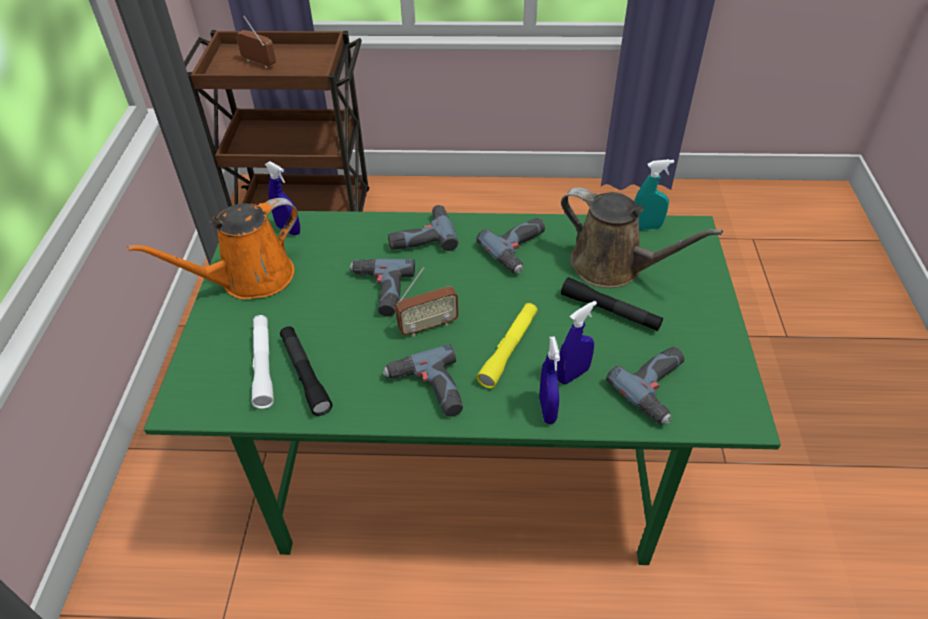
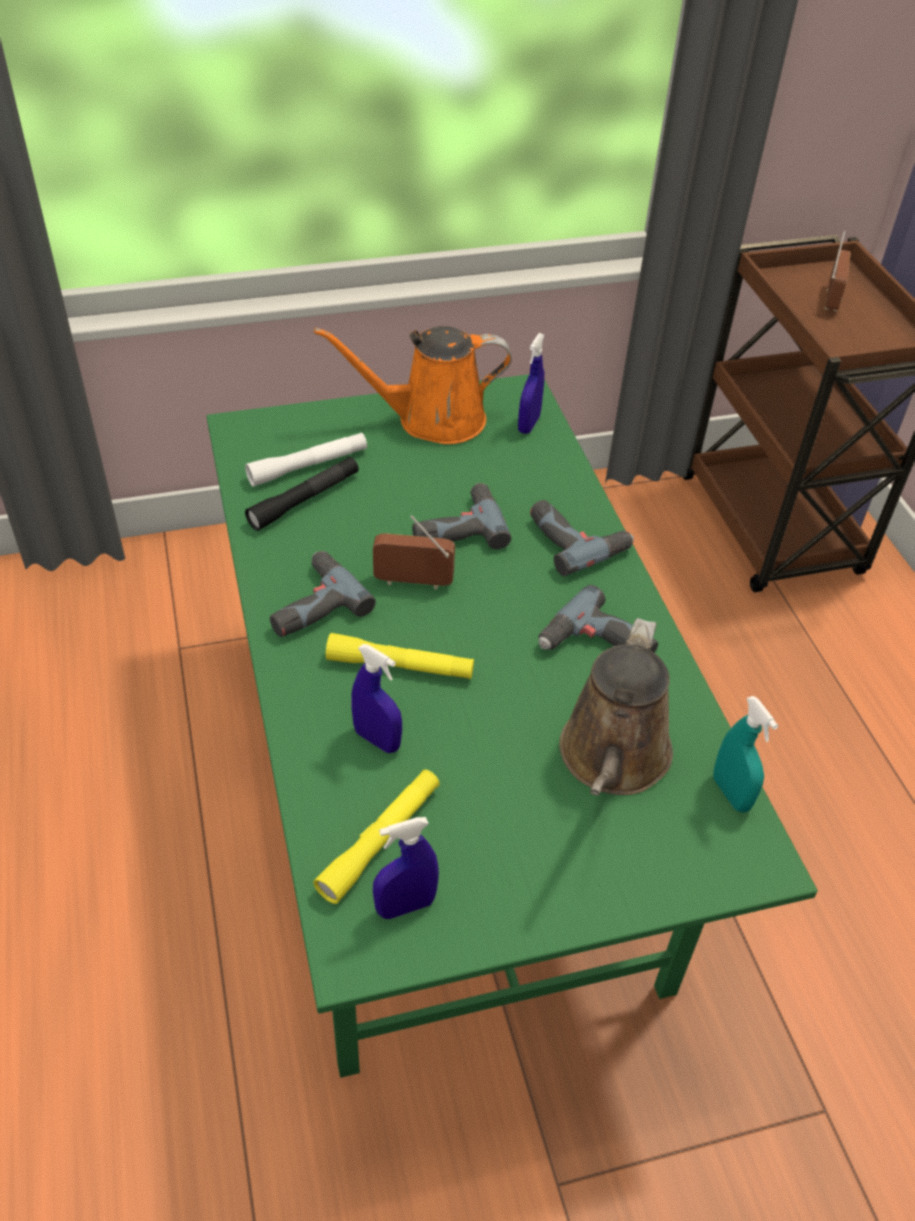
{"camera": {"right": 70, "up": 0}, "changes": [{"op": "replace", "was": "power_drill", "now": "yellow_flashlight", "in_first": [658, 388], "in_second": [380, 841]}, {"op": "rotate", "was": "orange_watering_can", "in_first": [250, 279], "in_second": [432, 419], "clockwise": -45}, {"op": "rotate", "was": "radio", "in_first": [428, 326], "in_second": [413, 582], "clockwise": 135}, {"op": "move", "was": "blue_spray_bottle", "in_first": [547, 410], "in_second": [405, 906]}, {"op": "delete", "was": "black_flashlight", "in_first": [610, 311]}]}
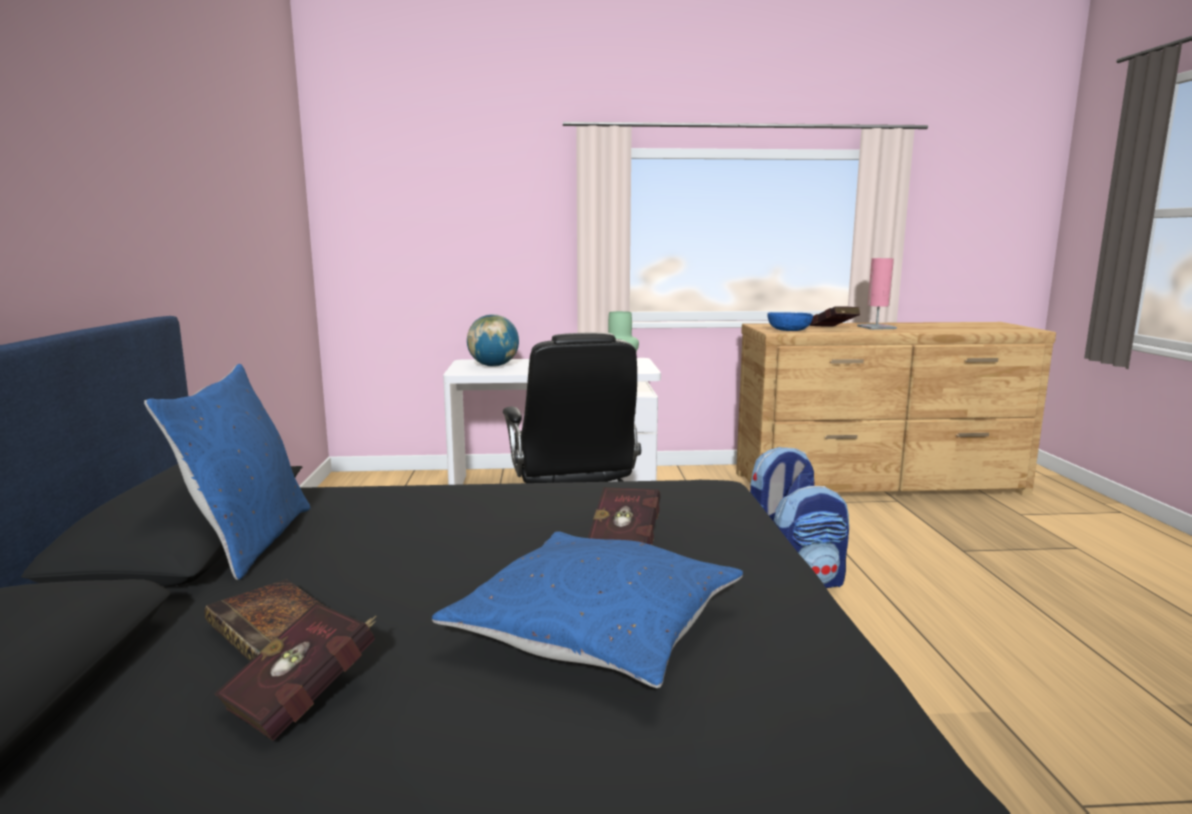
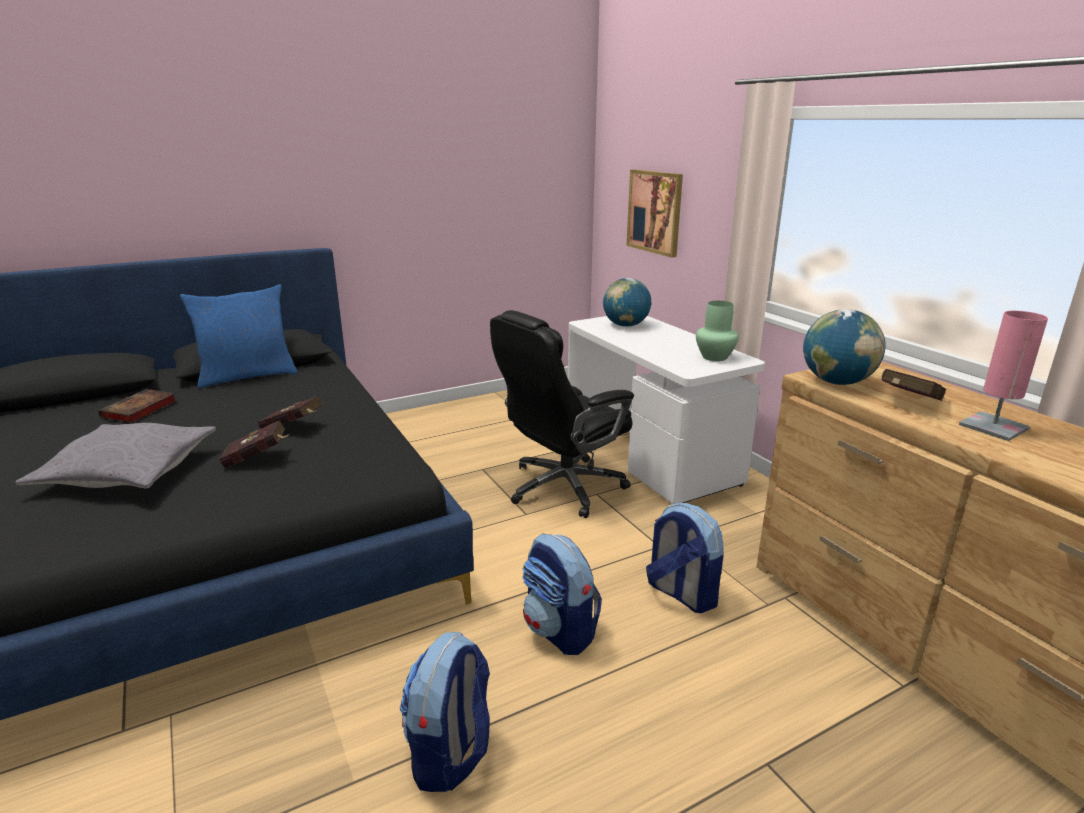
{"camera": {"right": 65, "up": 10}, "changes": [{"op": "recolor", "was": "blue_pillow", "now": "grey_pillow", "in_first": [597, 627], "in_second": [128, 471]}, {"op": "move", "was": "red_book", "in_first": [307, 697], "in_second": [295, 427]}, {"op": "insert", "now": "backpack", "in_second": [450, 754]}, {"op": "insert", "now": "picture", "in_second": [655, 212]}, {"op": "replace", "was": "blue_bowl", "now": "globe", "in_first": [789, 330], "in_second": [837, 382]}]}
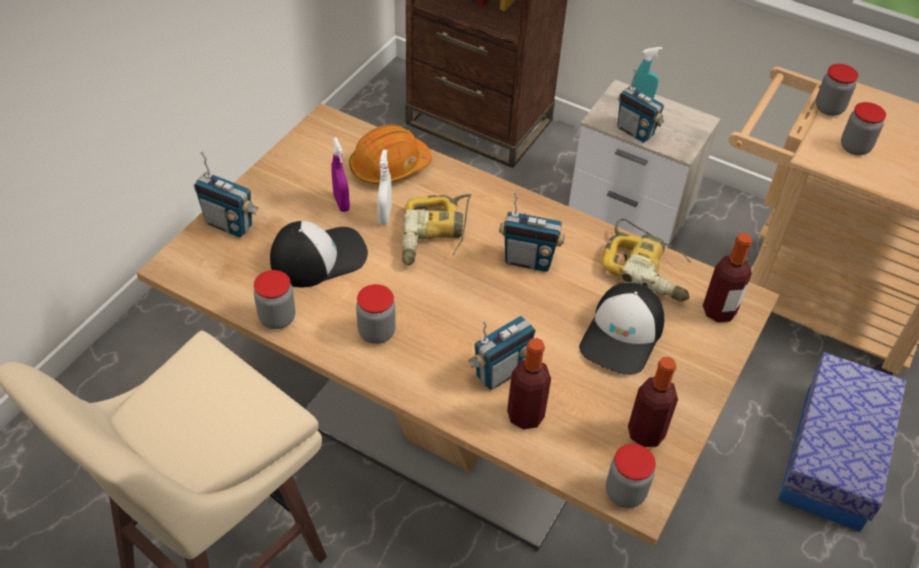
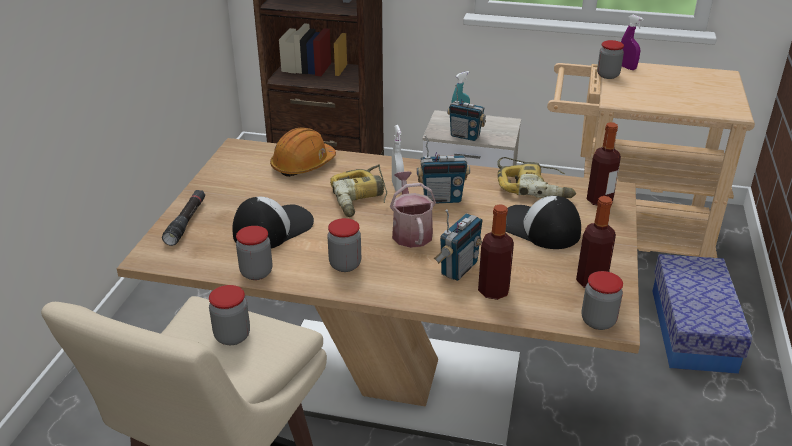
{"camera": {"right": -15, "up": -15}, "changes": [{"op": "replace", "was": "radio", "now": "black_flashlight", "in_first": [229, 224], "in_second": [186, 222]}, {"op": "move", "was": "jar", "in_first": [855, 147], "in_second": [232, 336]}, {"op": "insert", "now": "watering_can", "in_second": [411, 231]}, {"op": "move", "was": "white_spray_bottle", "in_first": [384, 215], "in_second": [397, 187]}, {"op": "rotate", "was": "cap", "in_first": [622, 336], "in_second": [539, 228], "clockwise": 120}, {"op": "move", "was": "purple_spray_bottle", "in_first": [341, 203], "in_second": [626, 67]}]}
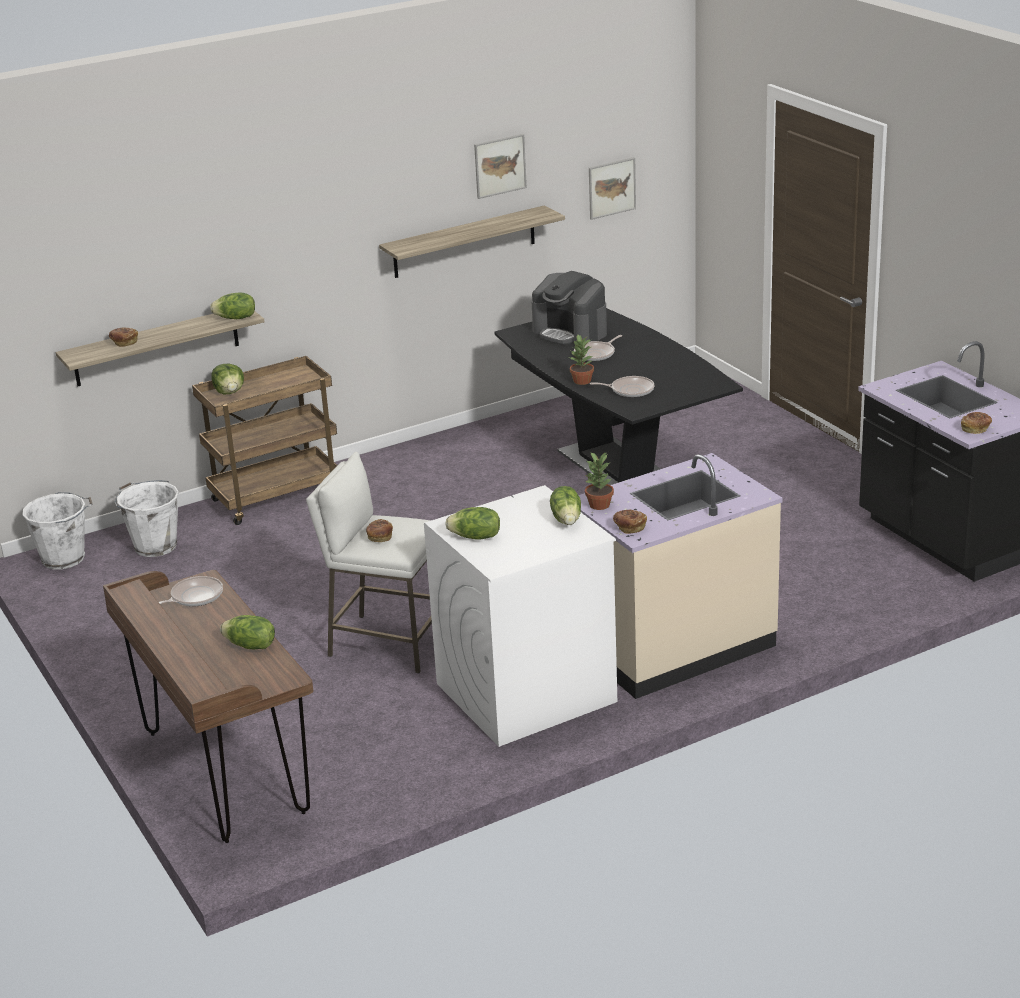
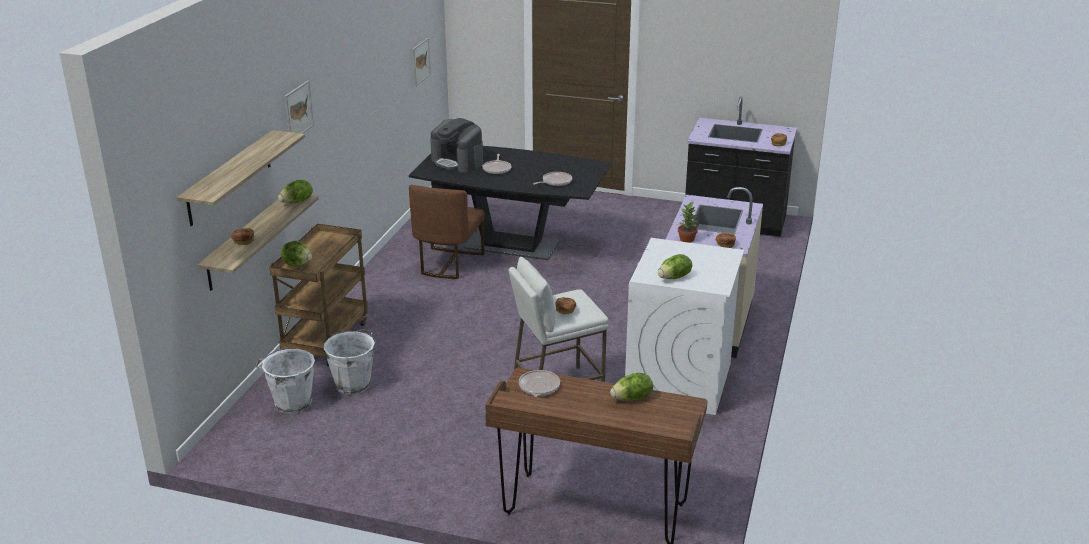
{"camera": {"right": -45, "up": 0}, "changes": [{"op": "move", "was": "shelf", "in_first": [464, 242], "in_second": [229, 178]}, {"op": "move", "was": "picture", "in_first": [500, 166], "in_second": [298, 111]}, {"op": "move", "was": "white_bucket", "in_first": [65, 558], "in_second": [354, 384]}, {"op": "insert", "now": "brown_chair", "in_second": [448, 263]}, {"op": "rotate", "was": "coffee_machine", "in_first": [570, 332], "in_second": [457, 162], "clockwise": 45}, {"op": "delete", "was": "lettuce", "in_first": [567, 519]}, {"op": "delete", "was": "potted_plant", "in_first": [582, 381]}]}
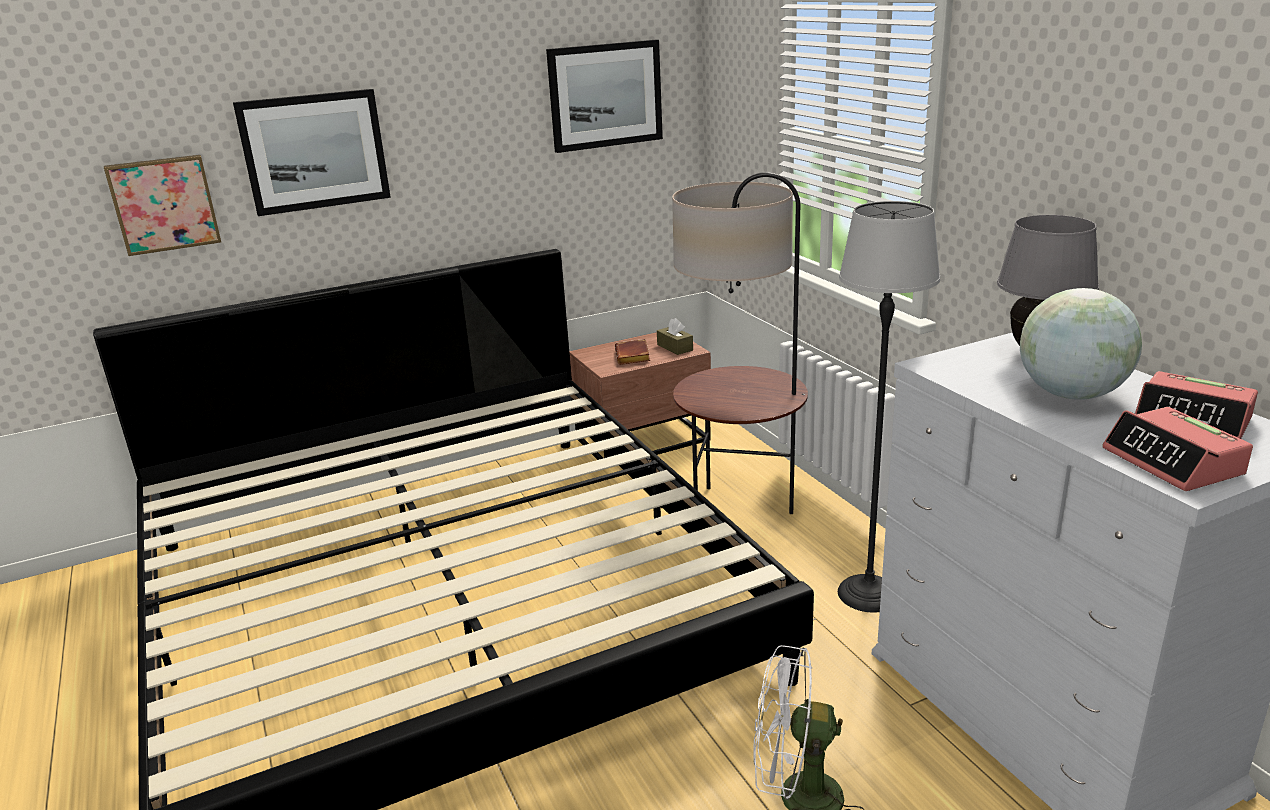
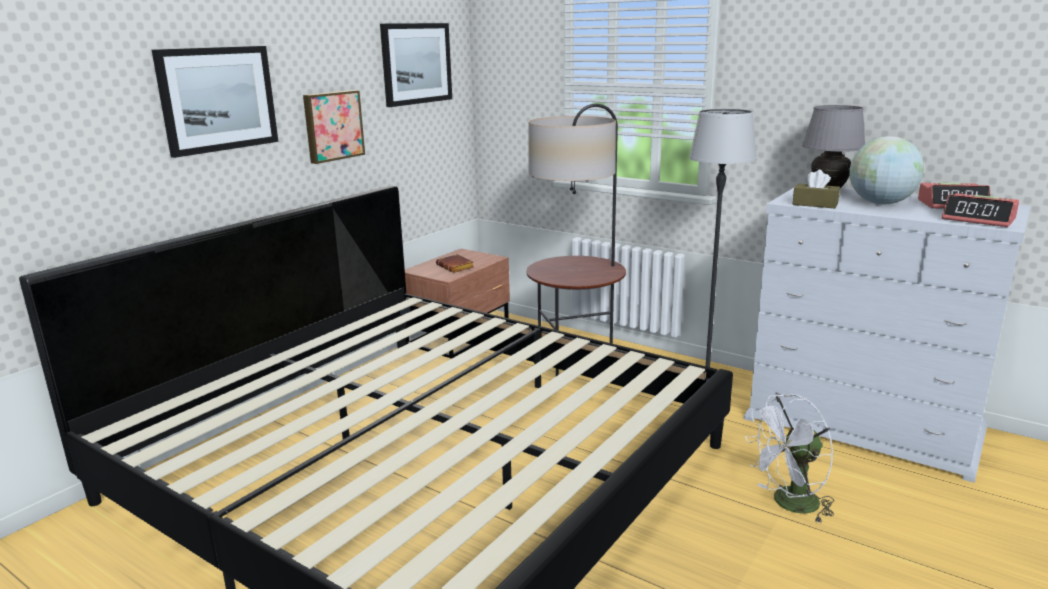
{"camera": {"right": -30, "up": -5}, "changes": [{"op": "move", "was": "picture", "in_first": [164, 204], "in_second": [332, 126]}, {"op": "move", "was": "brown_tissue_box", "in_first": [675, 347], "in_second": [815, 204]}]}
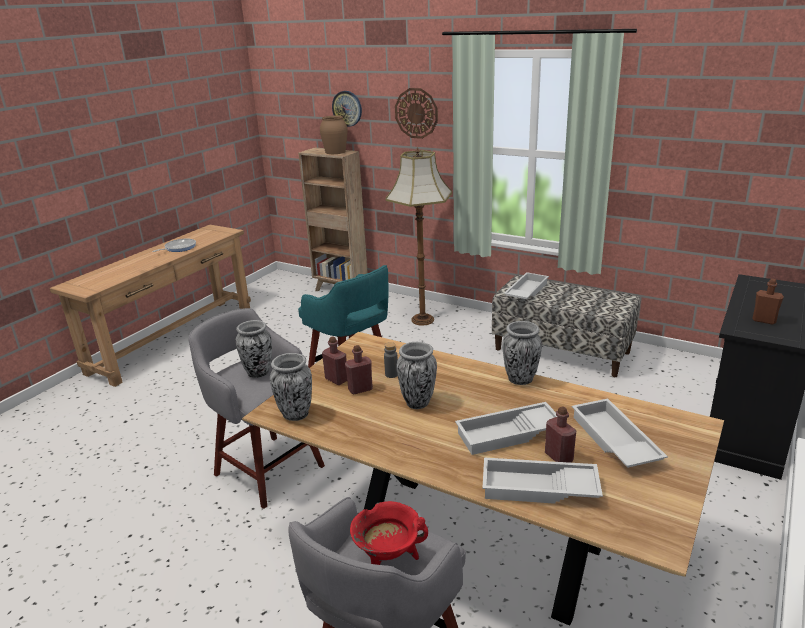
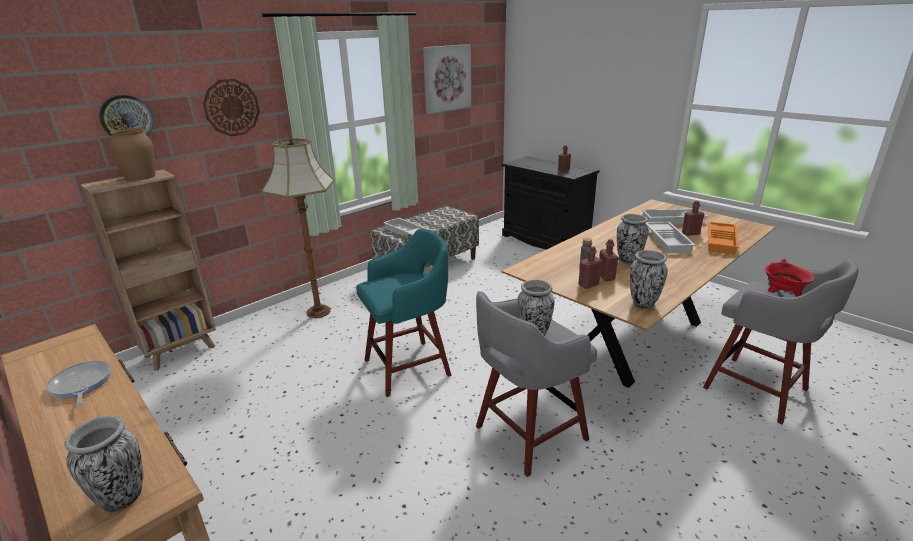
{"camera": {"right": -75, "up": 0}, "changes": [{"op": "move", "was": "vase", "in_first": [520, 379], "in_second": [122, 498]}, {"op": "insert", "now": "picture", "in_second": [446, 78]}, {"op": "recolor", "was": "white_tray", "now": "orange_tray", "in_first": [538, 489], "in_second": [722, 242]}]}
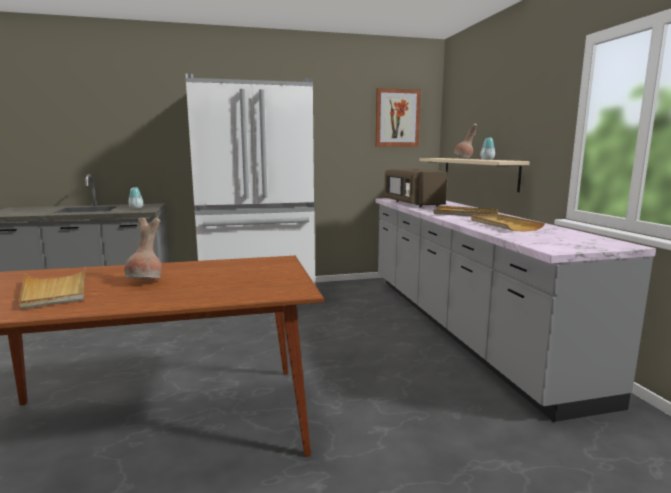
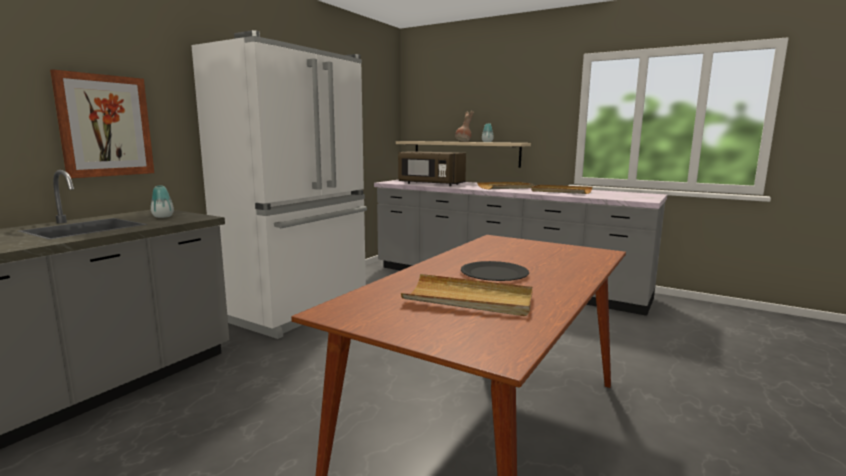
{"camera": {"right": -45, "up": 0}, "changes": [{"op": "move", "was": "picture", "in_first": [397, 118], "in_second": [105, 126]}, {"op": "replace", "was": "brown_vase", "now": "black_plate", "in_first": [146, 281], "in_second": [494, 273]}]}
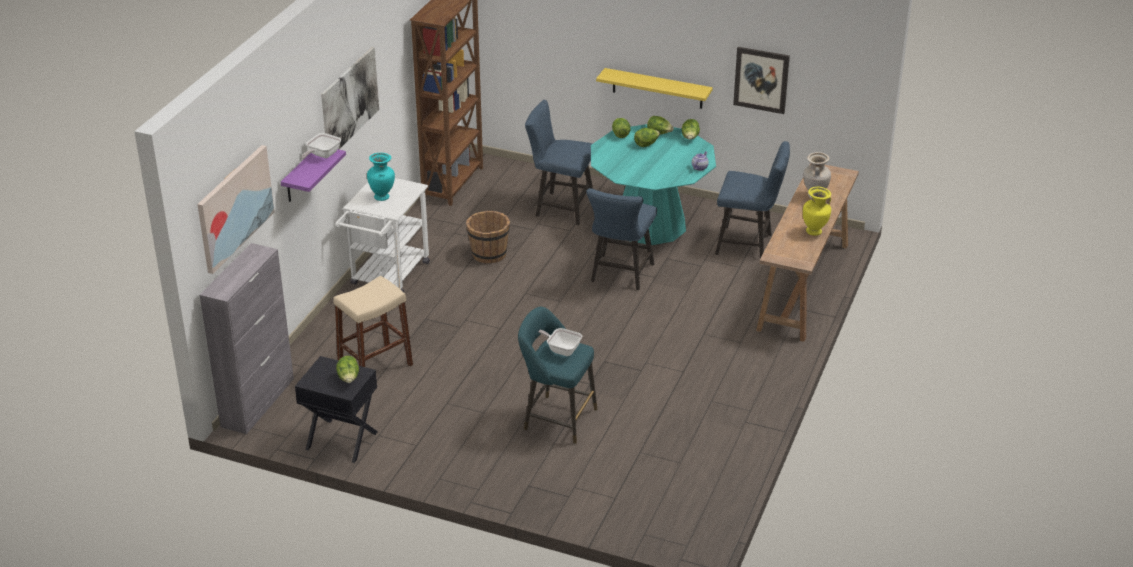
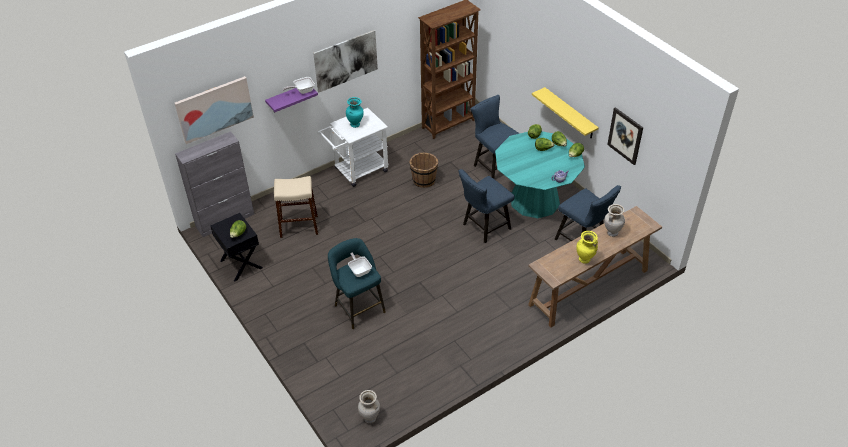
{"camera": {"right": 35, "up": 10}, "changes": [{"op": "insert", "now": "beige_vase", "in_second": [370, 418]}]}
